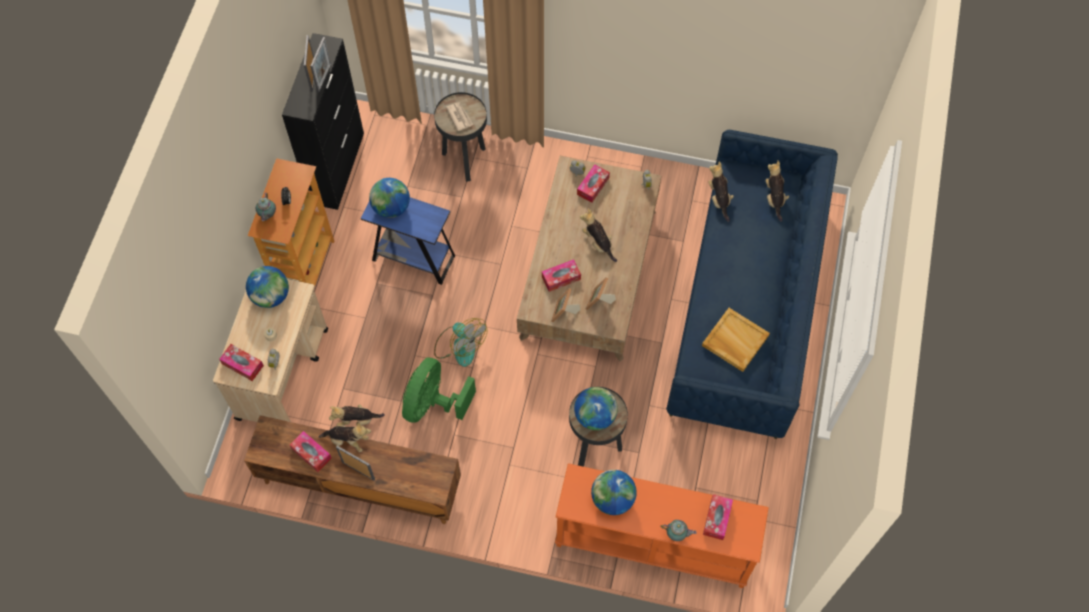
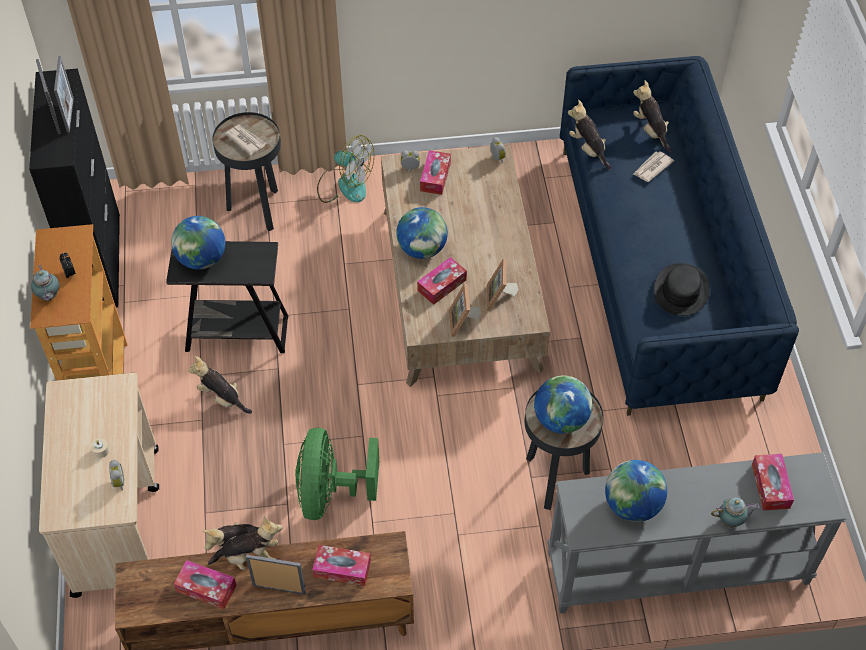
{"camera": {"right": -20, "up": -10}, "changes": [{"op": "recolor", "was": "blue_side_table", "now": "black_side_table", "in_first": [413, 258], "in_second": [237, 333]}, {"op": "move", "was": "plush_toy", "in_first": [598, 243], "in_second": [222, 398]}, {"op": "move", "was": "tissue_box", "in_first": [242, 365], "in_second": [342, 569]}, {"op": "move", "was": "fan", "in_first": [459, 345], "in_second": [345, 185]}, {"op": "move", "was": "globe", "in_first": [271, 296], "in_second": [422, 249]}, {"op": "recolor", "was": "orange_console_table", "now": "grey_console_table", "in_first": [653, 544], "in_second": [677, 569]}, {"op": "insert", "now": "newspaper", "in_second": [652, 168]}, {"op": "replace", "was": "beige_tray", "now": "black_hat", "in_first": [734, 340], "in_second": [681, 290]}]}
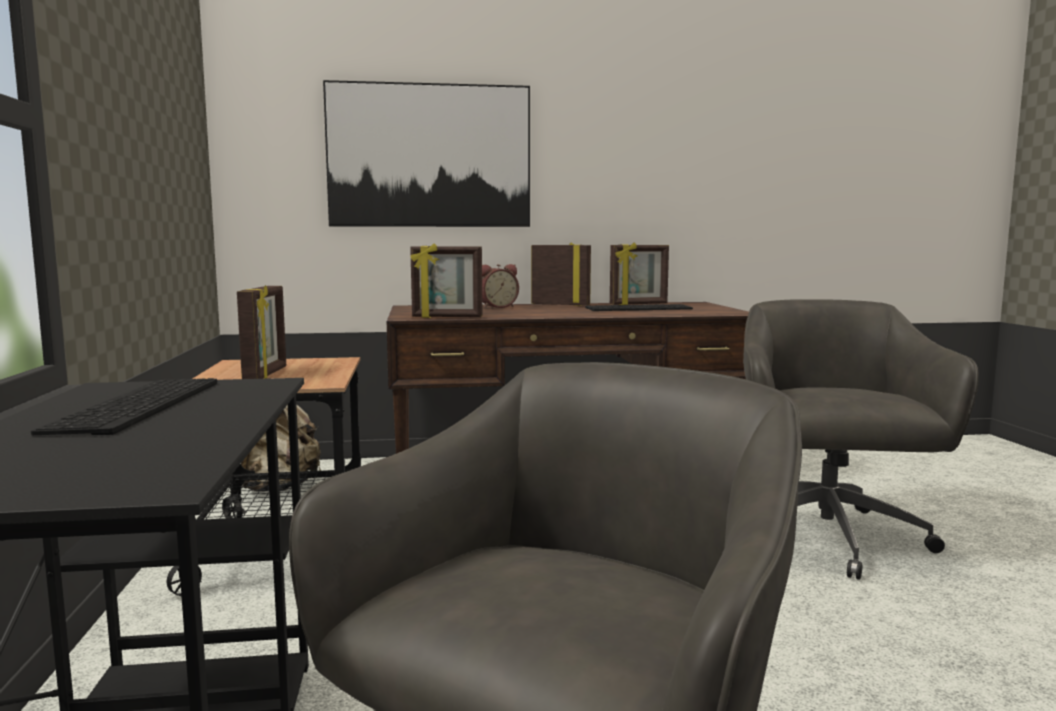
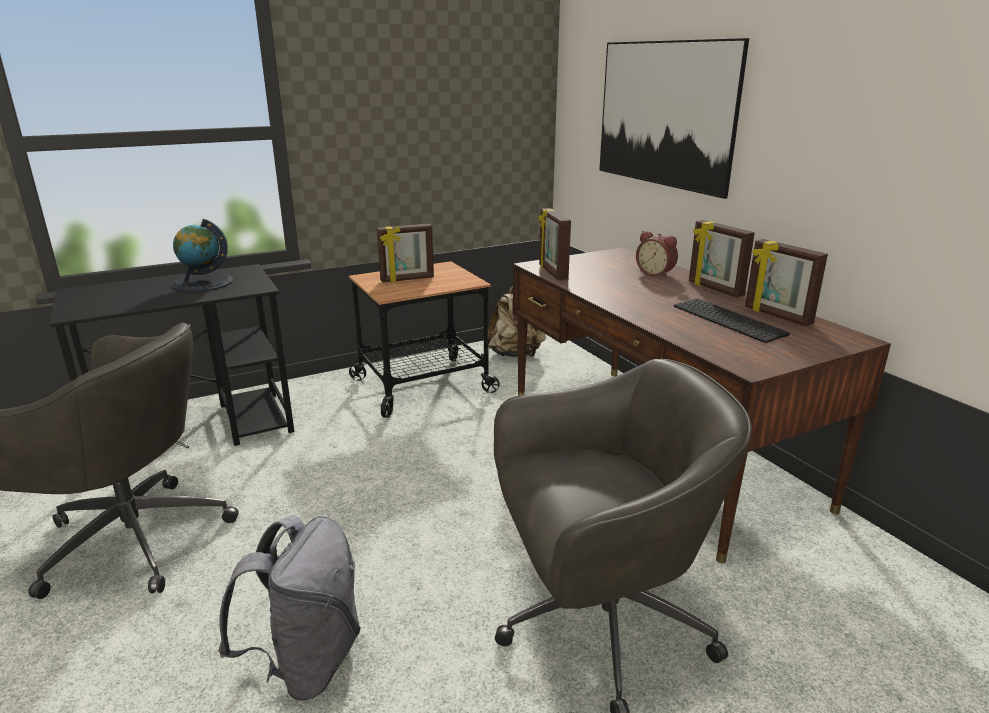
{"camera": {"right": 70, "up": 15}, "changes": [{"op": "replace", "was": "keyboard", "now": "globe", "in_first": [141, 406], "in_second": [202, 283]}, {"op": "insert", "now": "grey_backpack", "in_second": [307, 663]}, {"op": "rotate", "was": "picture_frame", "in_first": [560, 305], "in_second": [714, 289], "clockwise": 150}]}
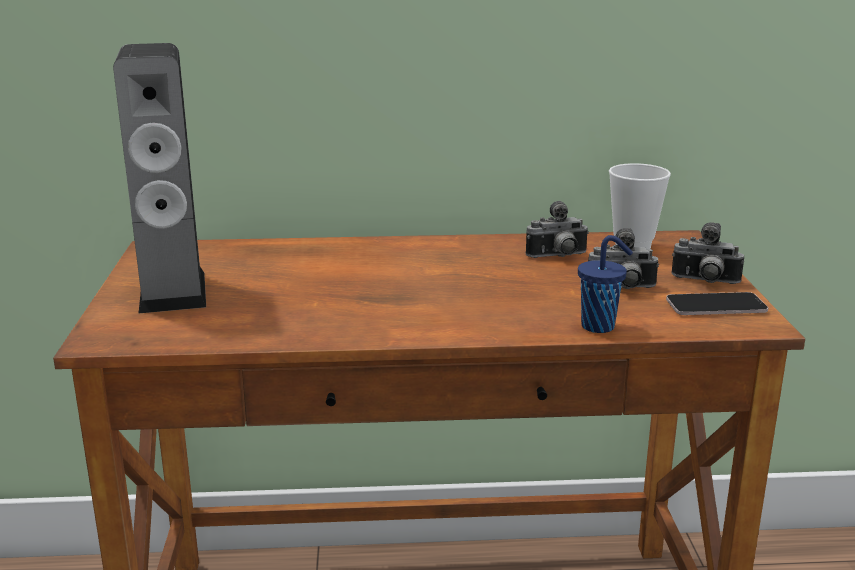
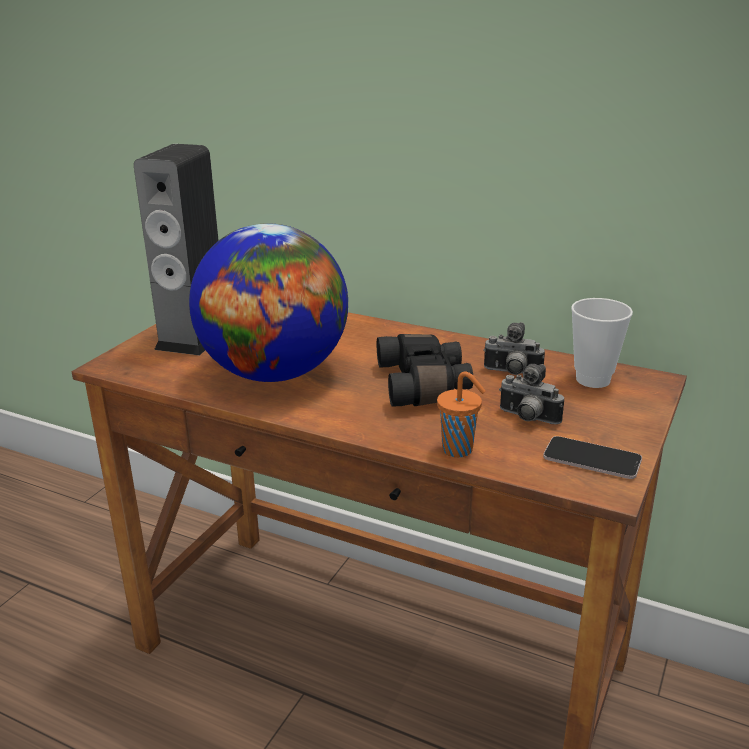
{"camera": {"right": 30, "up": 5}, "changes": [{"op": "insert", "now": "globe", "in_second": [274, 373]}, {"op": "insert", "now": "black_binoculars", "in_second": [425, 385]}, {"op": "recolor", "was": "blue_cup", "now": "orange_cup", "in_first": [600, 326], "in_second": [459, 450]}, {"op": "delete", "was": "photo_camera", "in_first": [705, 282]}]}
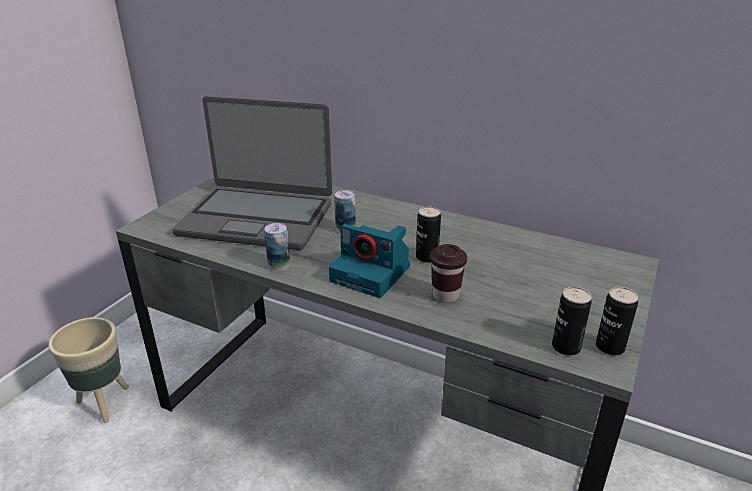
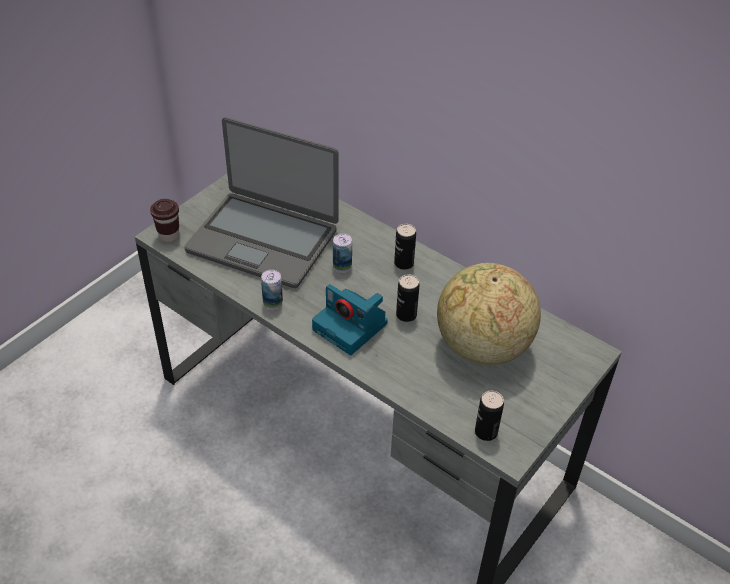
{"camera": {"right": 10, "up": 15}, "changes": [{"op": "move", "was": "brown_cup", "in_first": [445, 296], "in_second": [169, 236]}, {"op": "move", "was": "can", "in_first": [609, 347], "in_second": [404, 263]}, {"op": "insert", "now": "globe", "in_second": [482, 347]}, {"op": "delete", "was": "beige_planter", "in_first": [103, 404]}]}
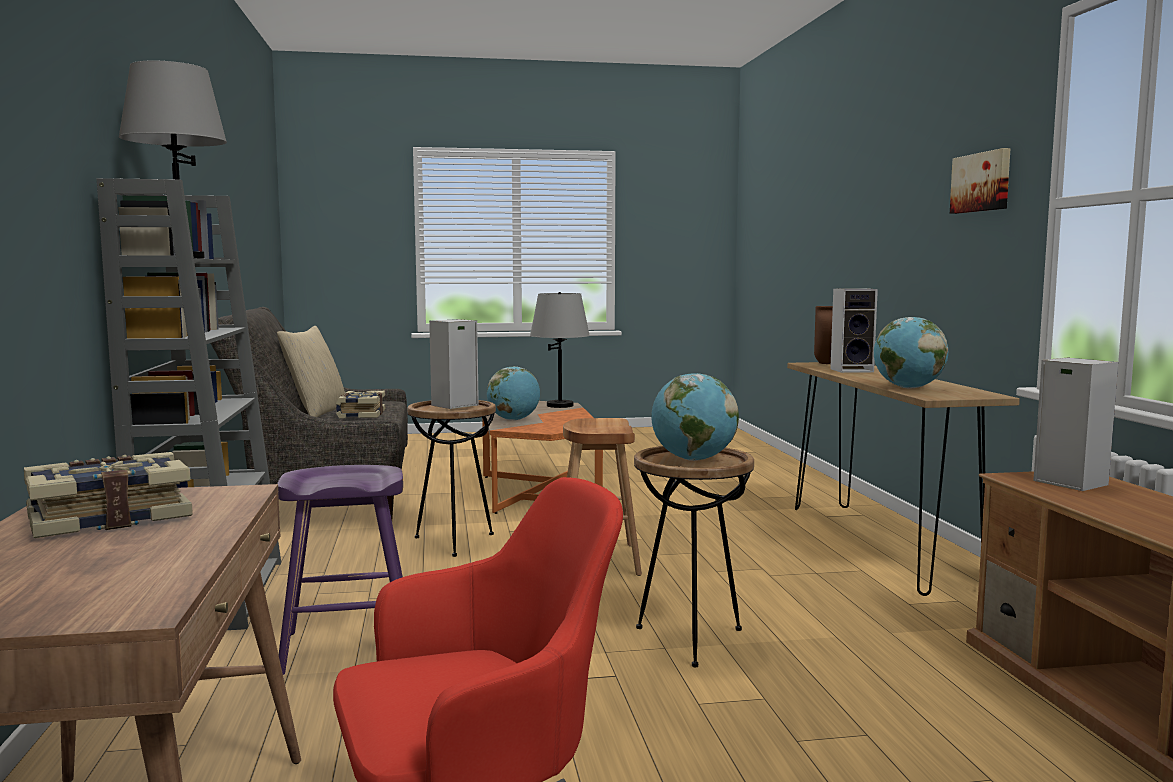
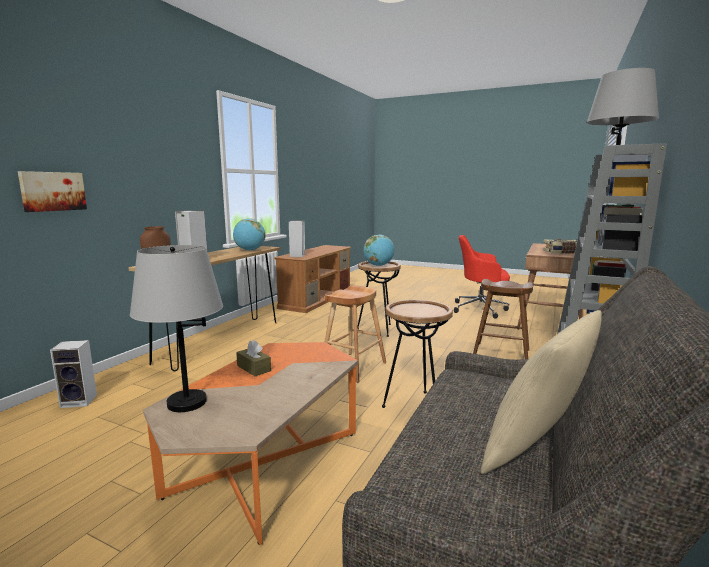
{"camera": {"right": -145, "up": 5}, "changes": [{"op": "move", "was": "picture", "in_first": [982, 182], "in_second": [52, 191]}, {"op": "move", "was": "speaker", "in_first": [454, 405], "in_second": [80, 401]}, {"op": "insert", "now": "brown_tissue_box", "in_second": [254, 368]}, {"op": "recolor", "was": "purple_stool", "now": "brown_stool", "in_first": [347, 648], "in_second": [501, 353]}, {"op": "delete", "was": "book", "in_first": [360, 415]}, {"op": "delete", "was": "globe", "in_first": [514, 420]}]}
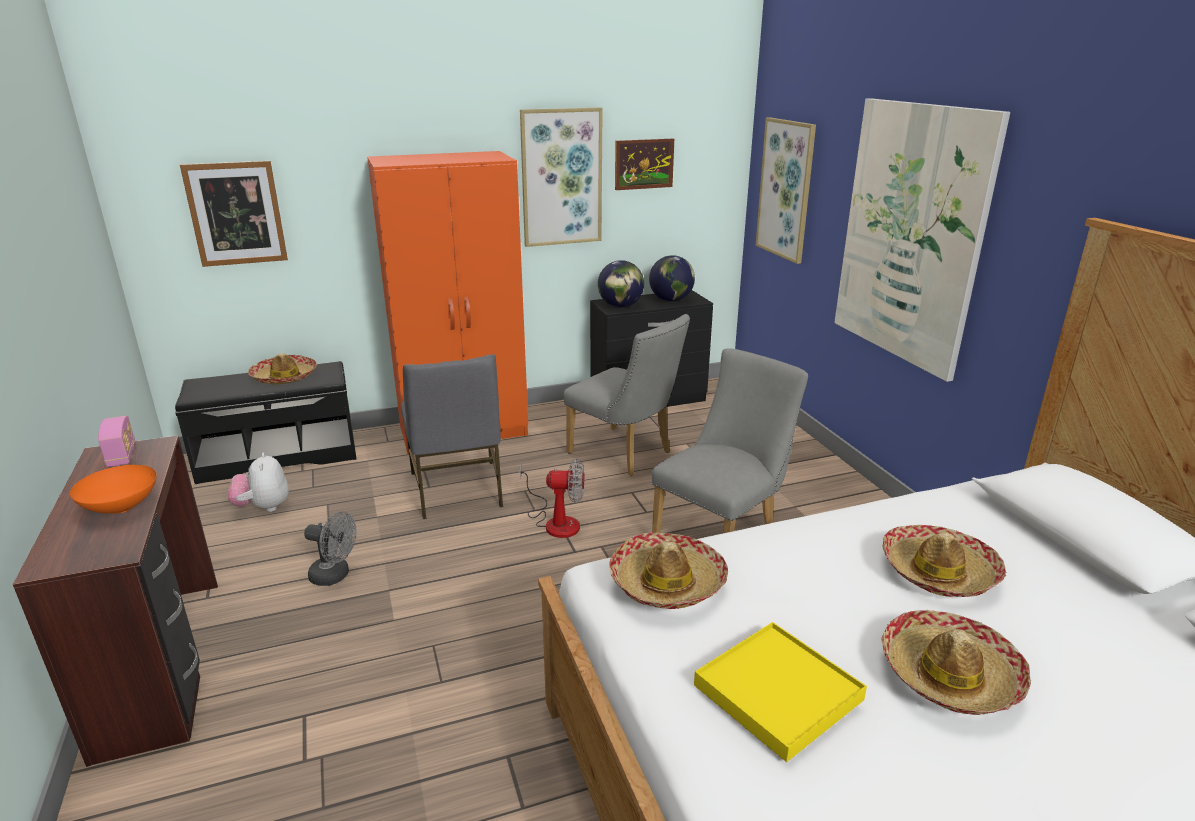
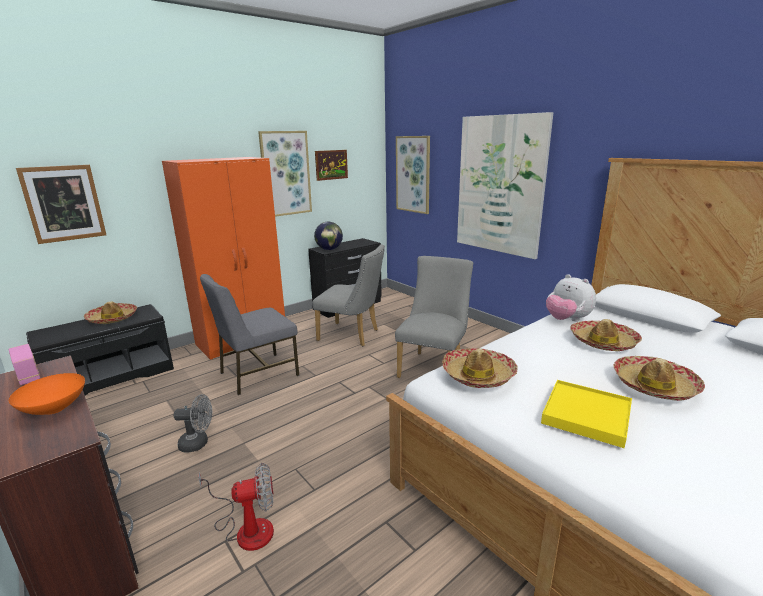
{"camera": {"right": -20, "up": -5}, "changes": [{"op": "move", "was": "fan", "in_first": [555, 521], "in_second": [246, 528]}, {"op": "rotate", "was": "grey_chair", "in_first": [457, 490], "in_second": [257, 374], "clockwise": 90}, {"op": "move", "was": "plush_toy", "in_first": [263, 507], "in_second": [567, 320]}, {"op": "delete", "was": "globe", "in_first": [671, 300]}]}
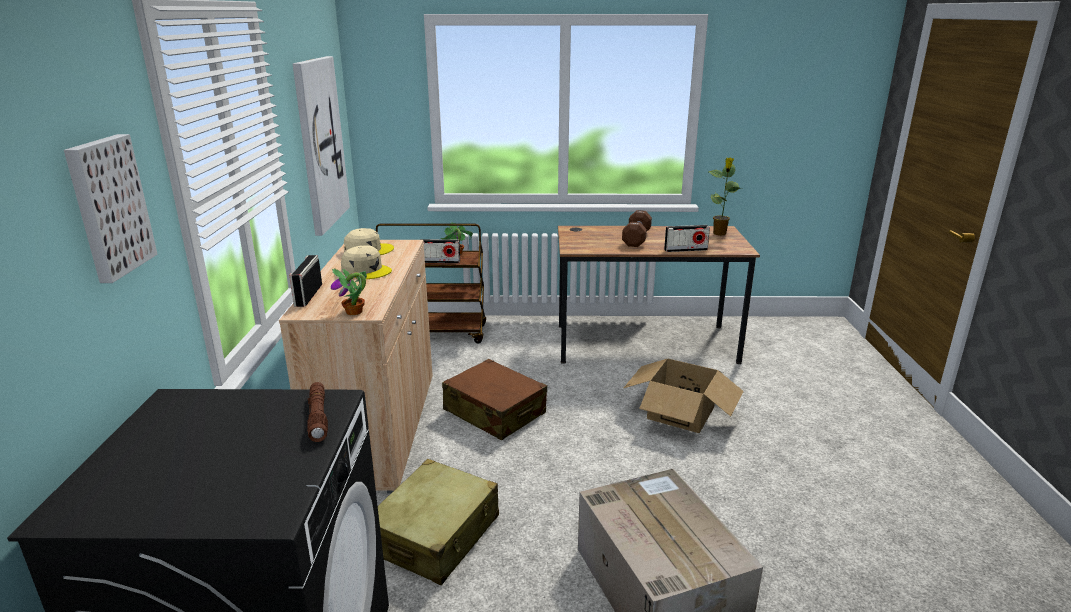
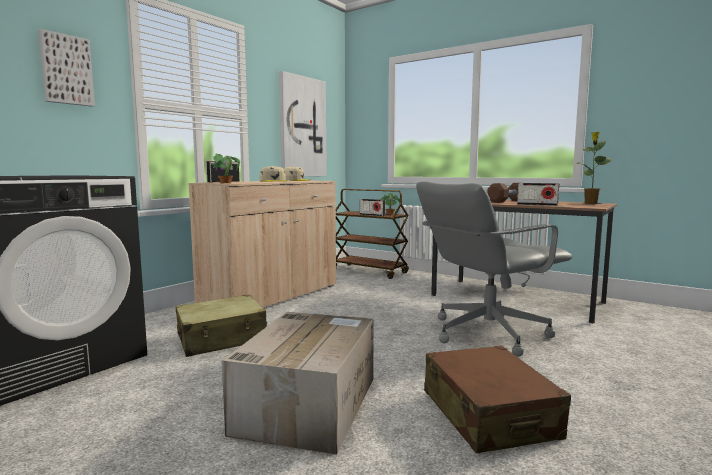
{"camera": {"right": 35, "up": -15}, "changes": [{"op": "replace", "was": "cardboard_box", "now": "grey_office_chair", "in_first": [680, 412], "in_second": [486, 333]}, {"op": "move", "was": "brown_suitcase", "in_first": [494, 412], "in_second": [489, 415]}, {"op": "delete", "was": "brown_flashlight", "in_first": [318, 417]}]}
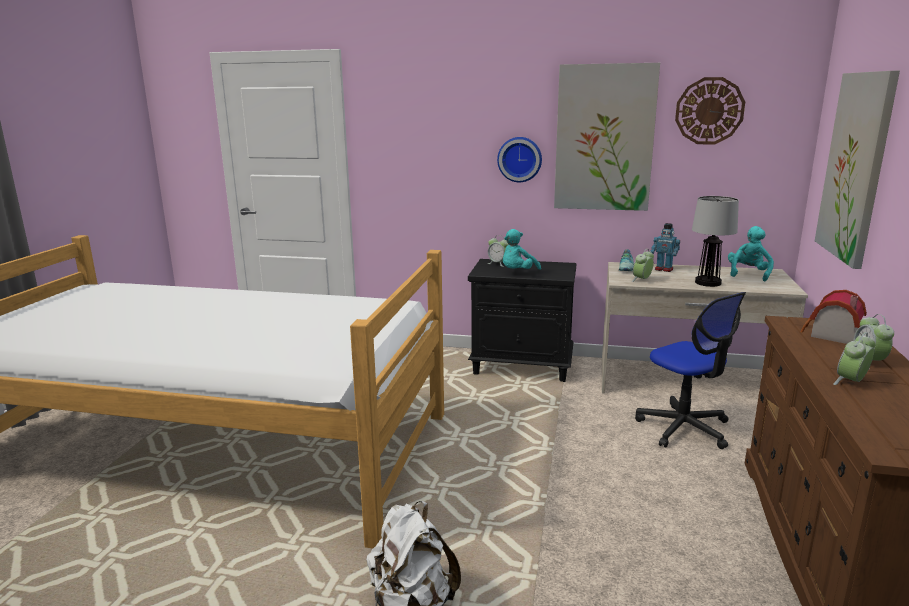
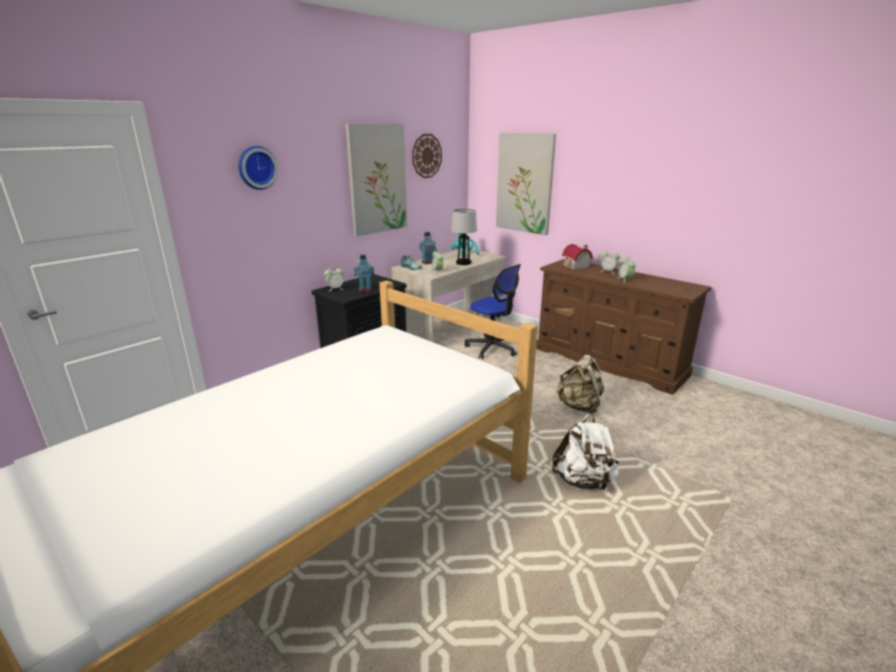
{"camera": {"right": -60, "up": 5}, "changes": [{"op": "move", "was": "wall_clock", "in_first": [520, 159], "in_second": [256, 167]}, {"op": "replace", "was": "turquoise_plush_toy", "now": "toy_robot", "in_first": [517, 272], "in_second": [365, 290]}, {"op": "rotate", "was": "office_chair", "in_first": [684, 428], "in_second": [492, 348], "clockwise": 45}, {"op": "insert", "now": "beige_backpack", "in_second": [579, 406]}]}
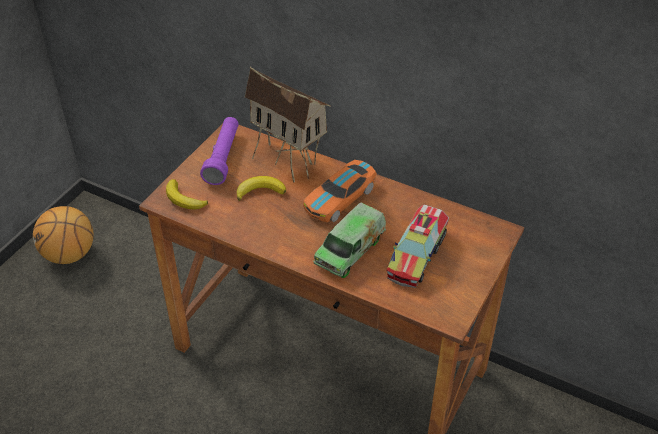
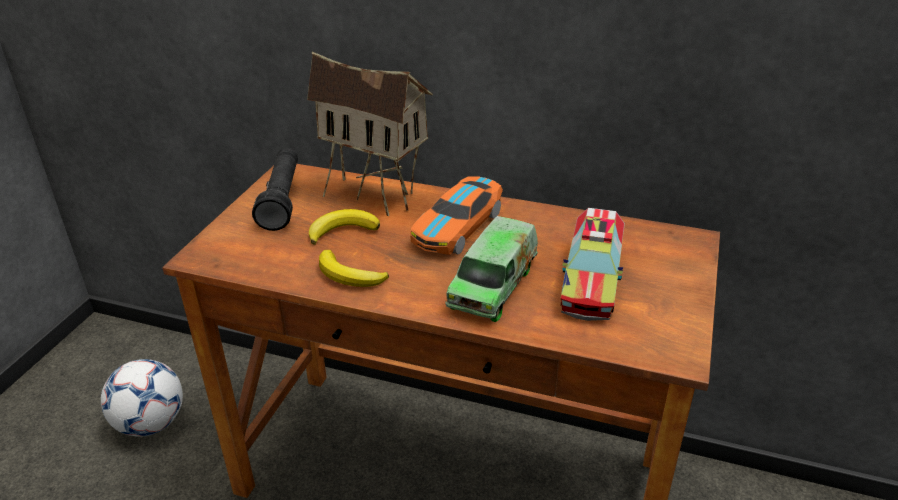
{"camera": {"right": -10, "up": -10}, "changes": [{"op": "insert", "now": "football", "in_second": [151, 423]}, {"op": "recolor", "was": "purple_flashlight", "now": "black_flashlight", "in_first": [223, 157], "in_second": [282, 199]}, {"op": "move", "was": "banana", "in_first": [184, 199], "in_second": [349, 275]}, {"op": "delete", "was": "basketball", "in_first": [69, 255]}]}
